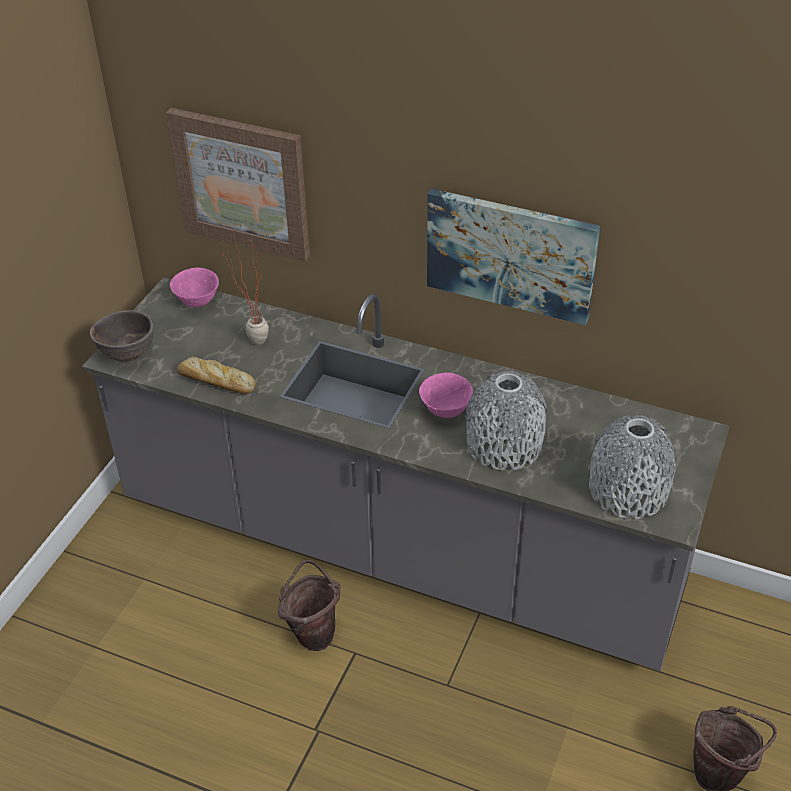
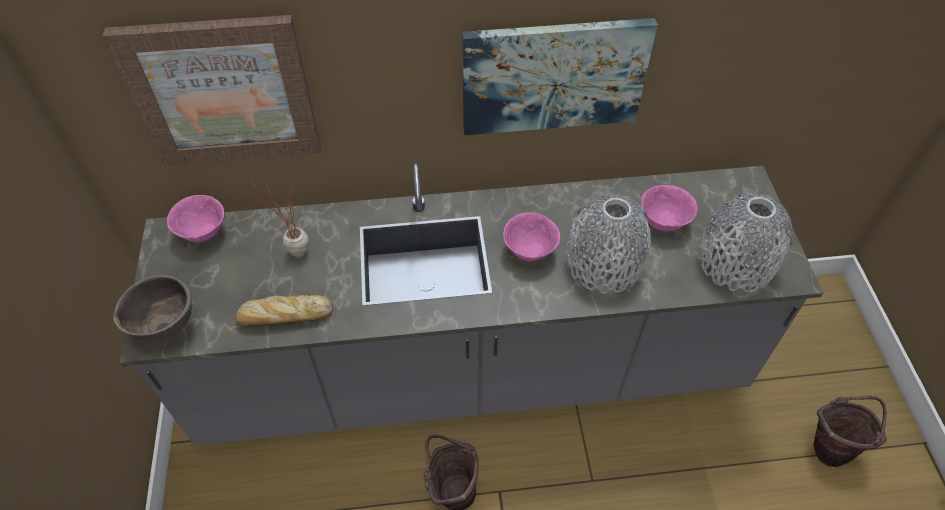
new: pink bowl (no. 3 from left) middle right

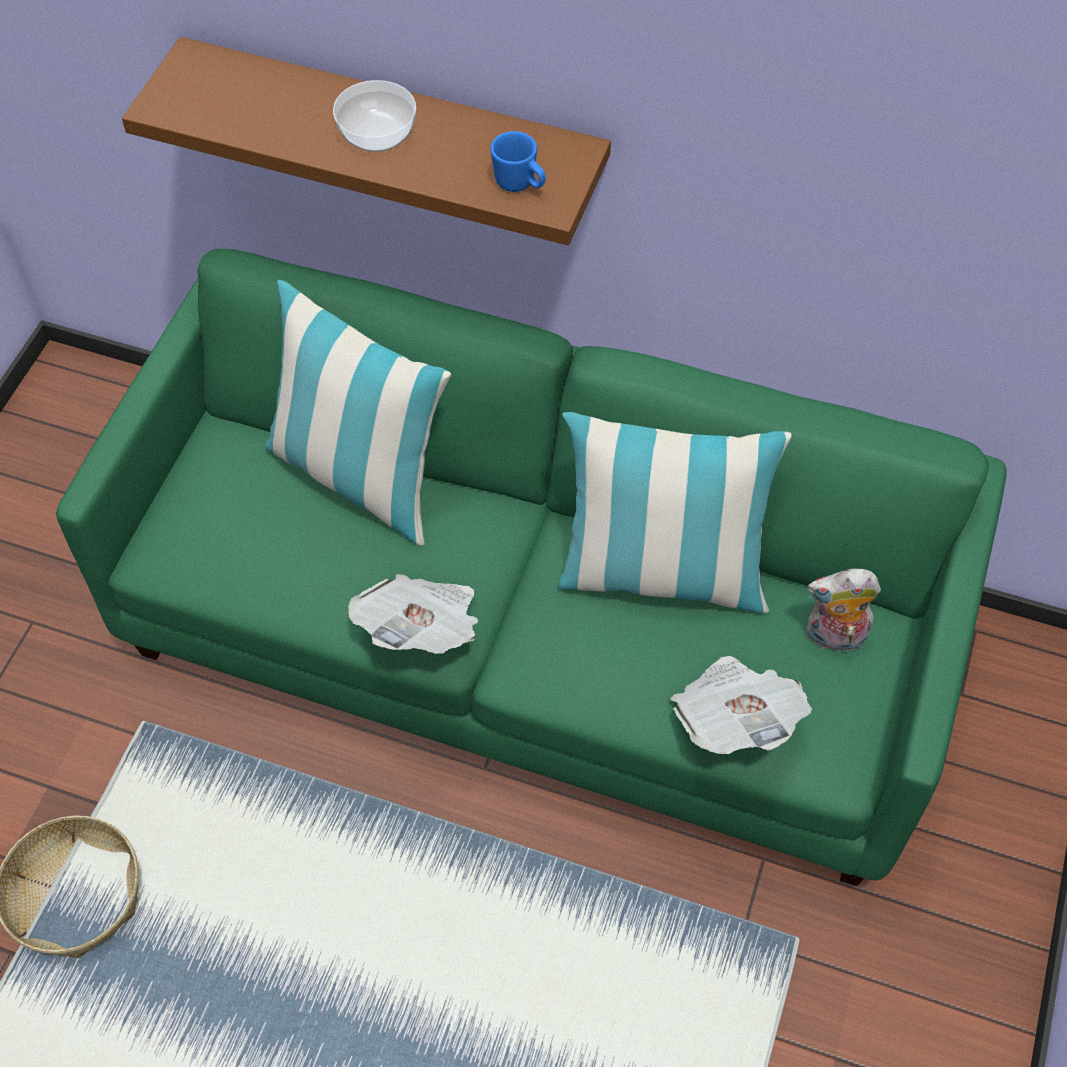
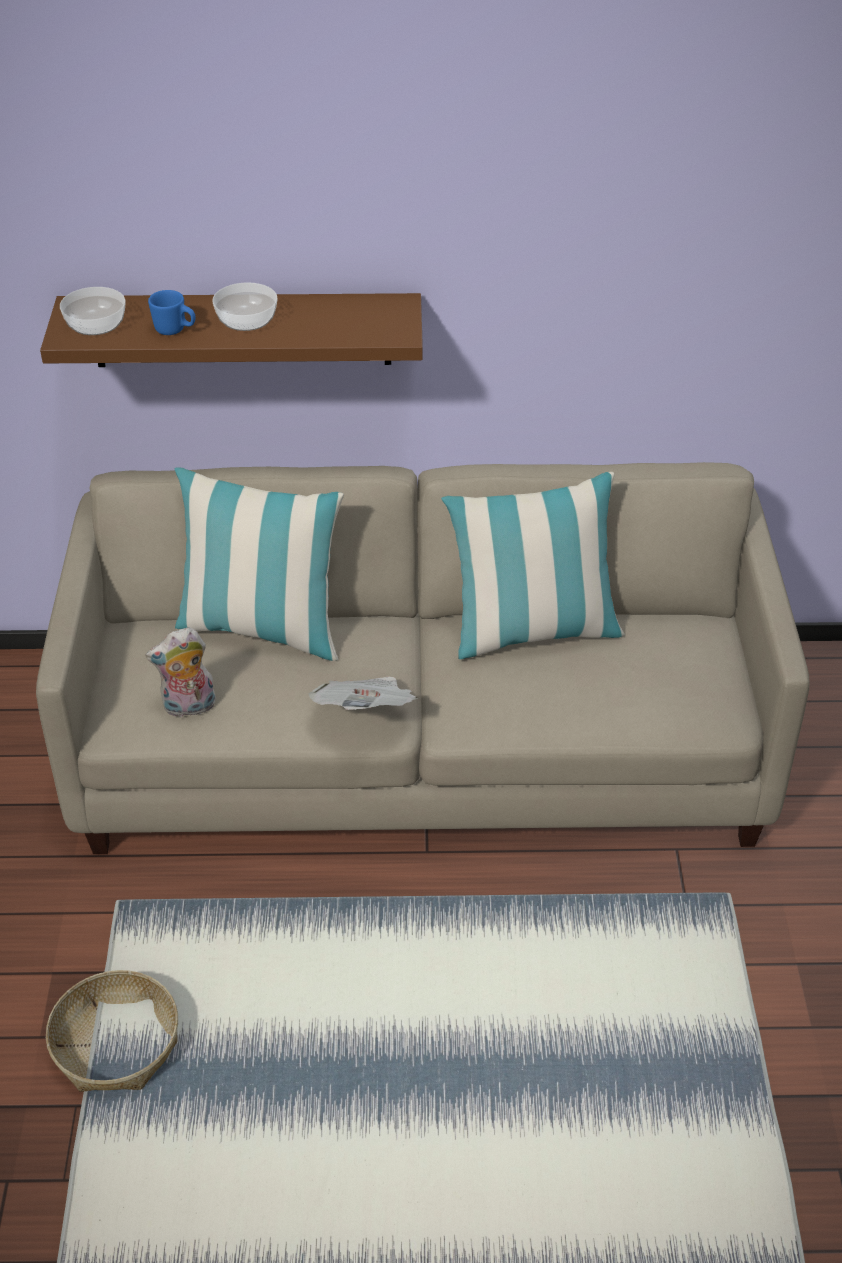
gone: newspaper (no. 2 from left) middle right
new: bowl (no. 1 from left) top left
shifted: blue mug top centre to top left; plush toy middle right to middle left
repainted: green sofa centre to beige sofa centre

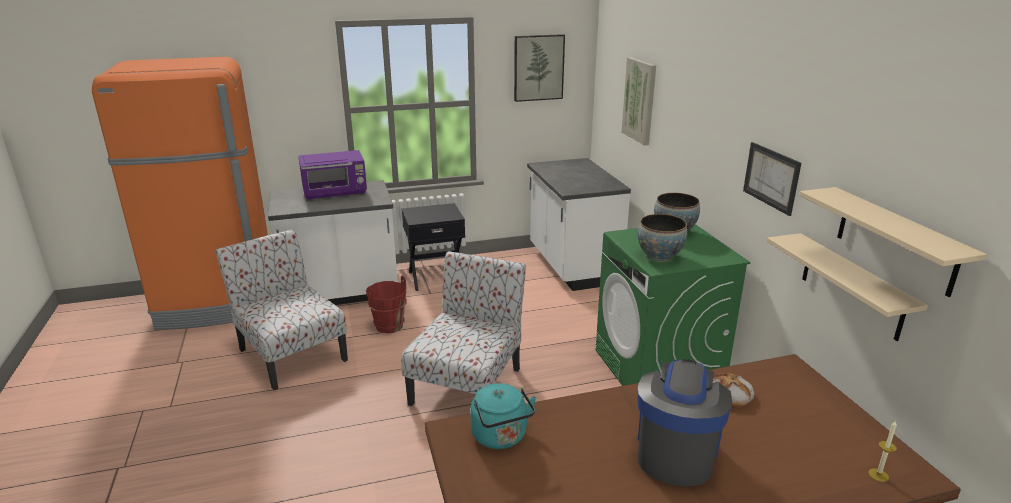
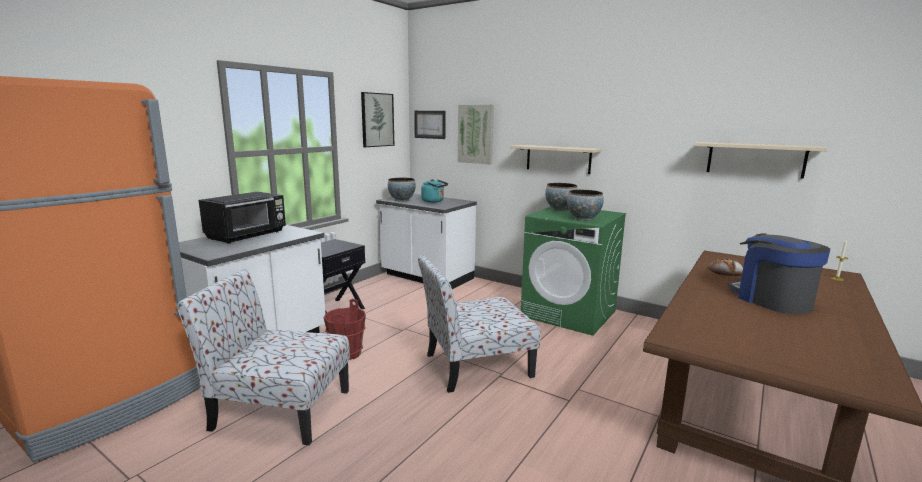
new: bowl (no. 1 from left) centre
shifted: picture (no. 3 from left in the first image) middle right to picture (no. 2 from left) top centre; beige shelf (no. 1 from left) middle right to top centre; turquoise kettle bottom centre to centre
repainted: purple microwave middle left to black microwave middle left
rotated: chair (no. 2 from left) centre = bottom centre 90 degrees counterclockwise

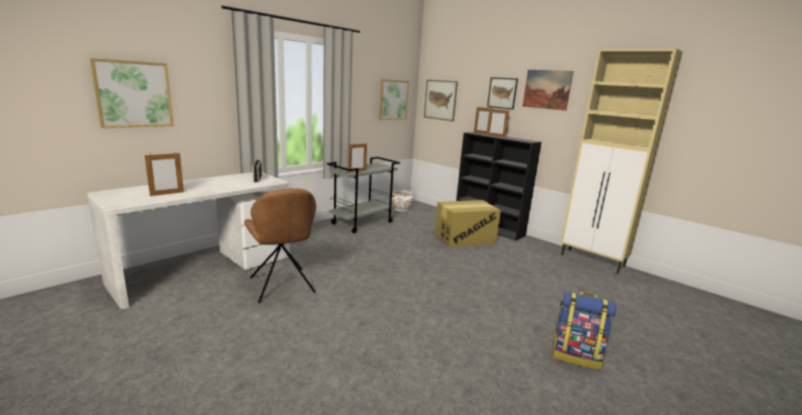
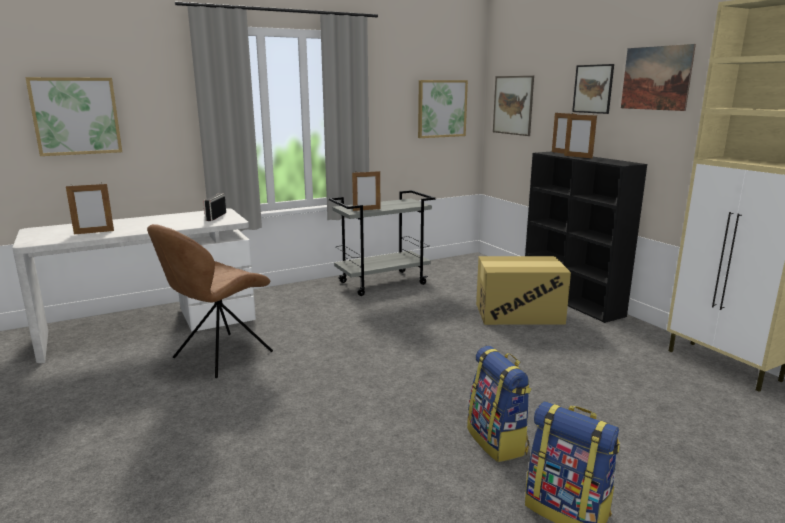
gone: white planter centre
new: backpack (no. 1 from left) bottom centre
rotated: brown chair centre = middle left 45 degrees clockwise

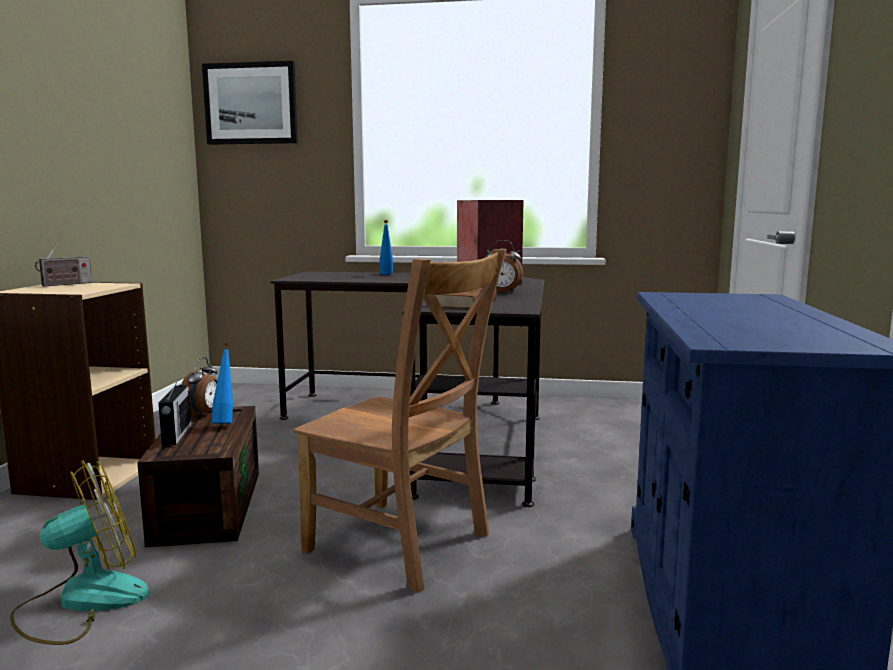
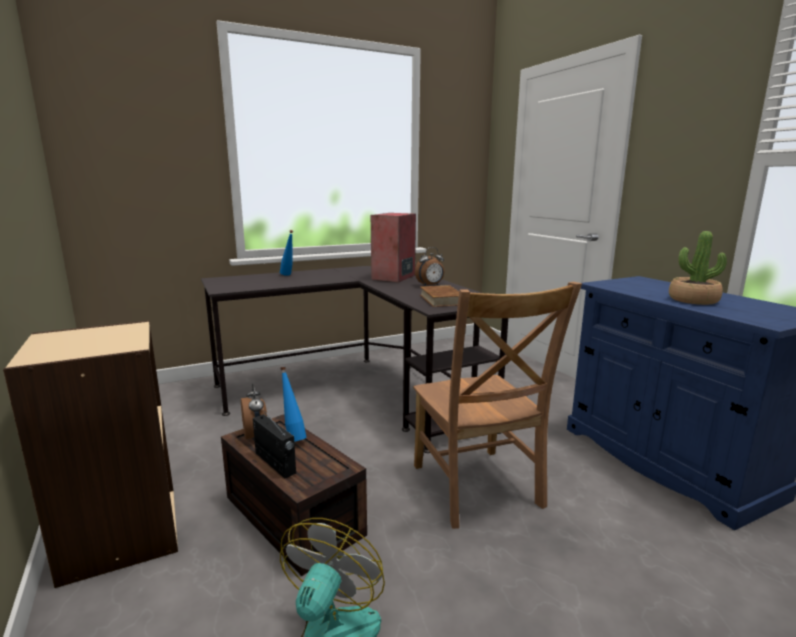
gone: picture top left; radio (no. 1 from left) middle left
new: potted plant middle right
rotated: brown chair centre = centre 75 degrees clockwise

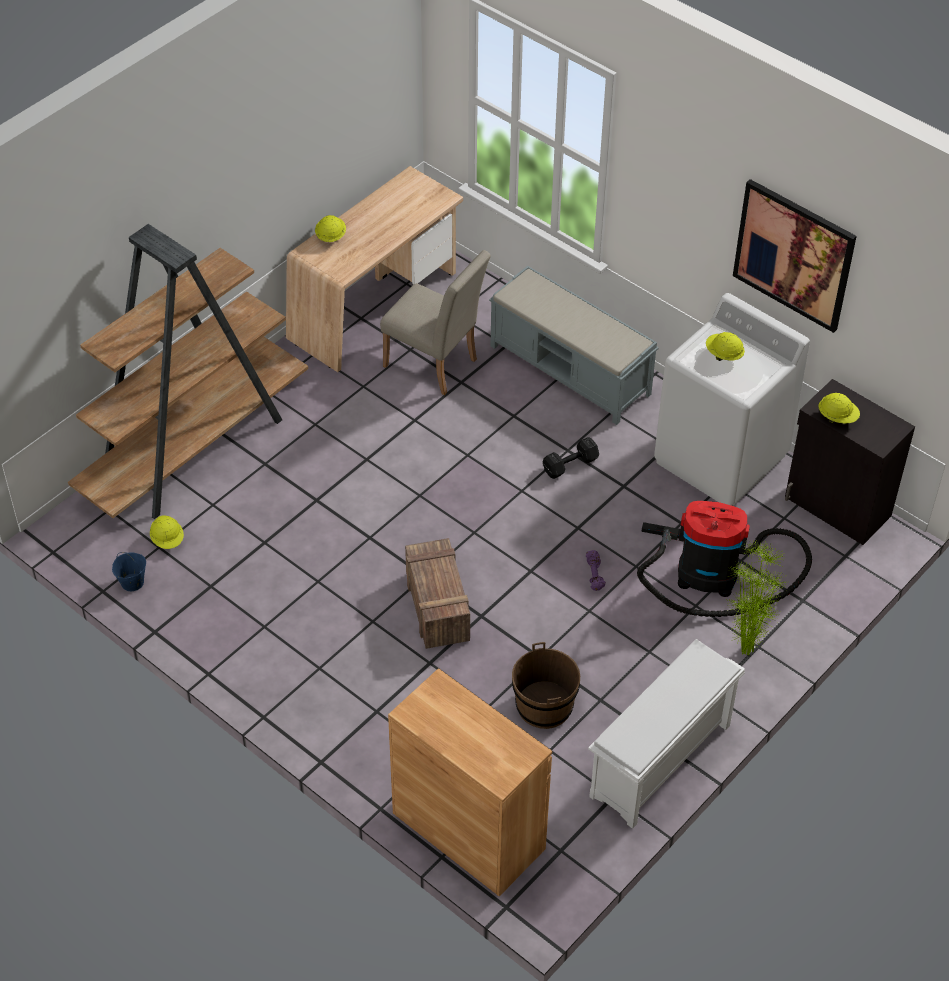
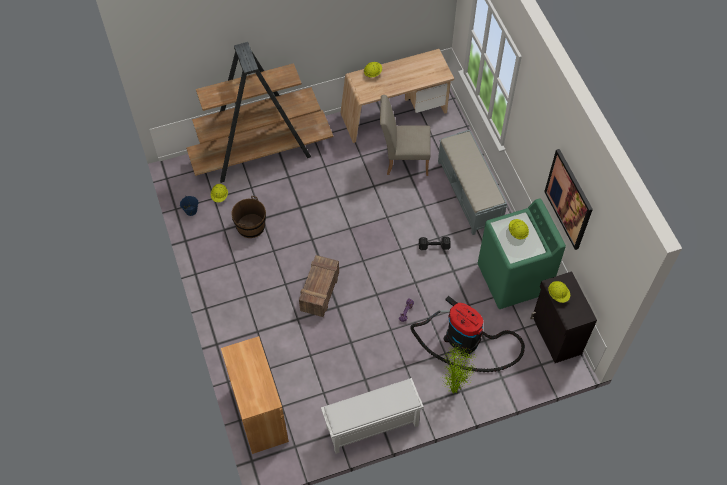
shifted: brown bucket bottom centre to centre
repainted: white washing machine middle right to green washing machine middle right
rotated: beige chair top centre = top centre 120 degrees clockwise

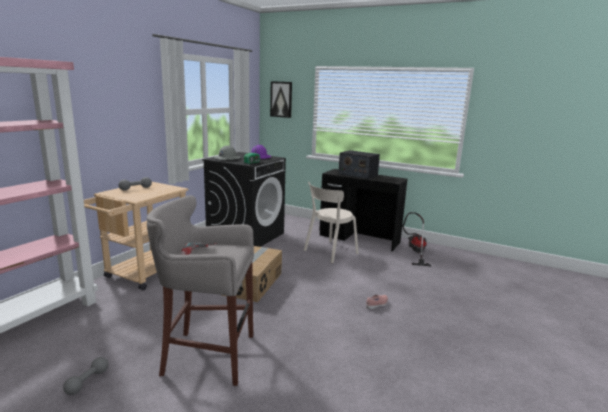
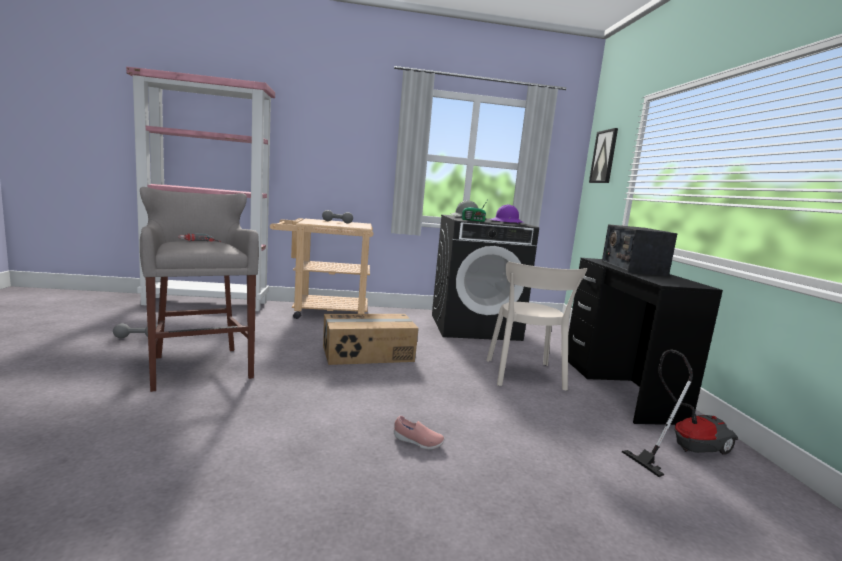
rotated: beige chair centre = centre 105 degrees counterclockwise

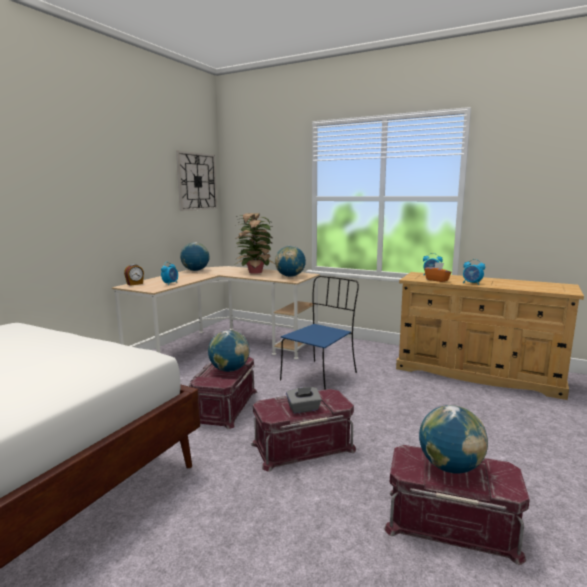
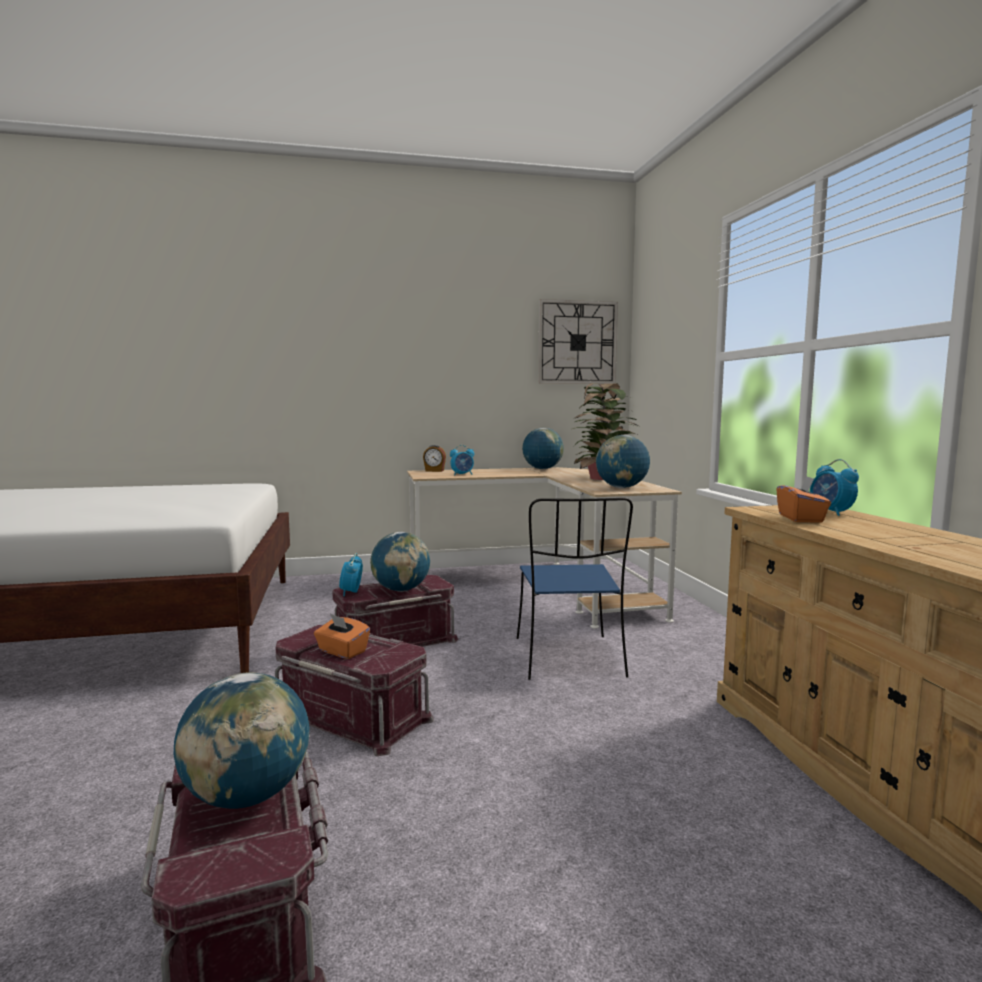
shifted: alarm clock (no. 4 from left in the first image) middle right to alarm clock (no. 1 from left) centre
repainted: grey tissue box bottom centre to orange tissue box (no. 1 from left) centre
rotated: blue chair centre = centre 90 degrees clockwise

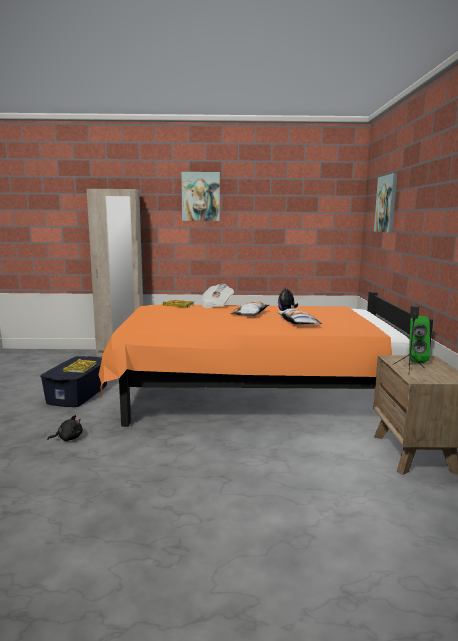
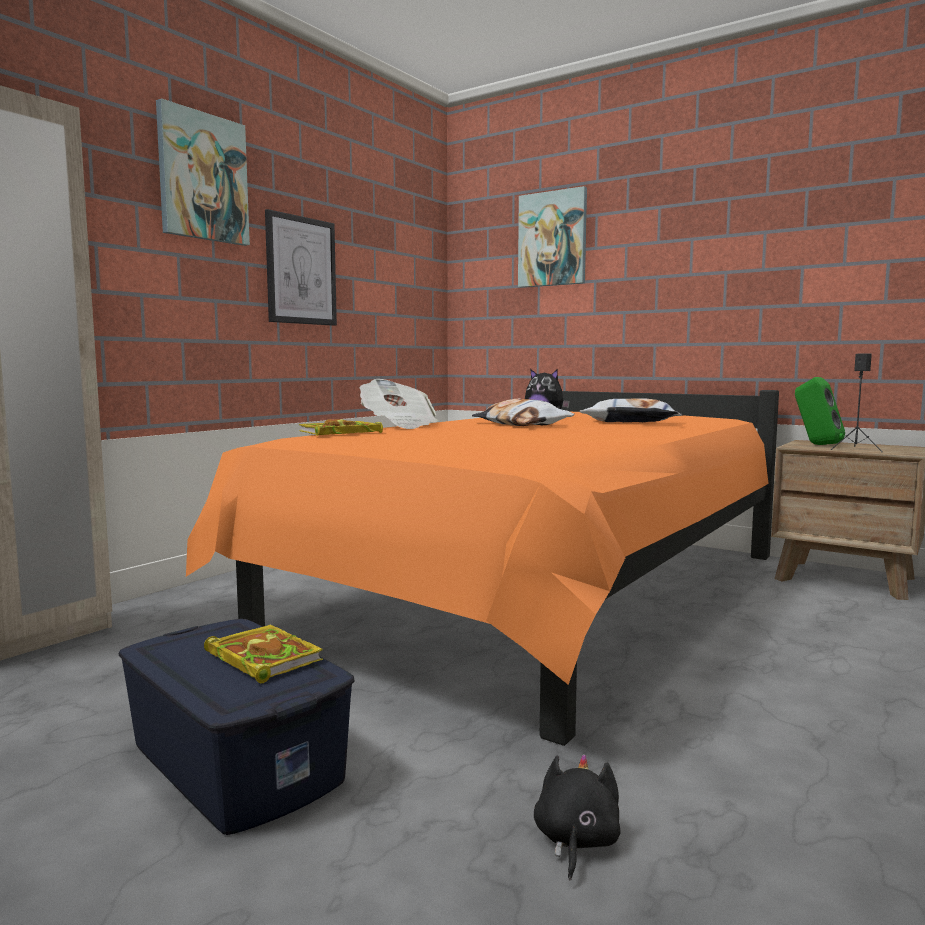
new: picture (no. 2 from left) top left

